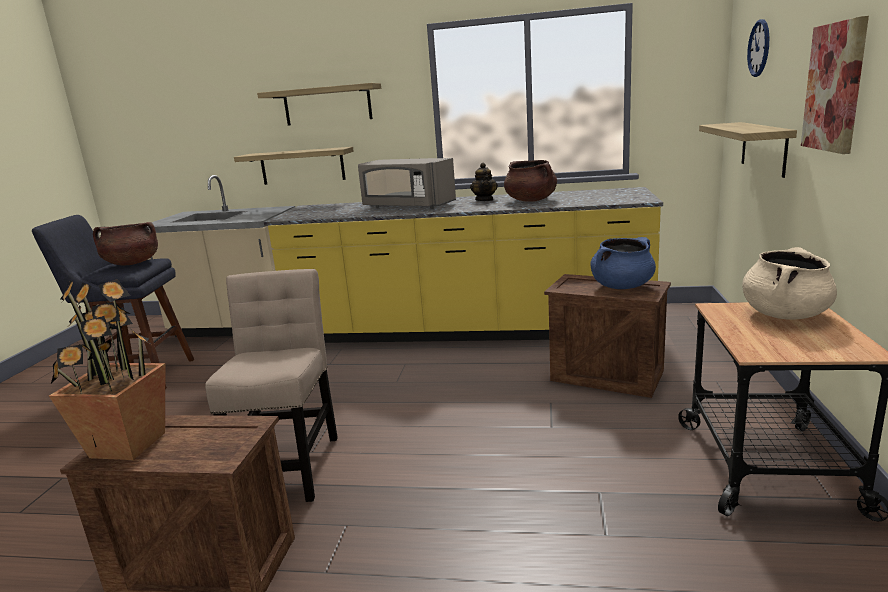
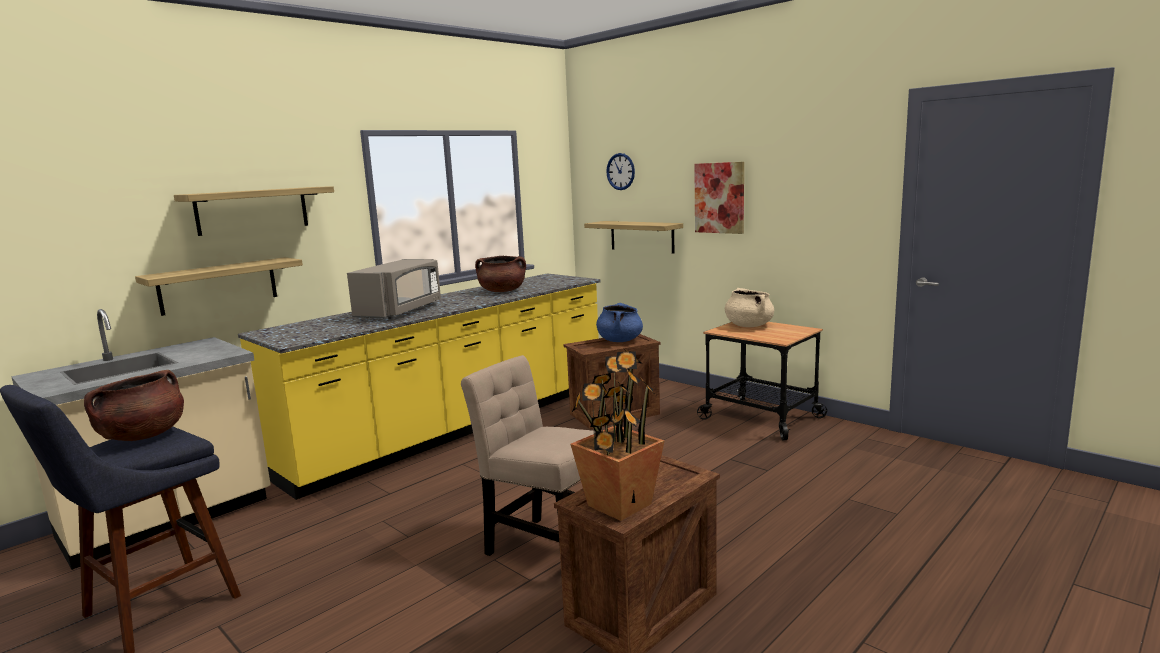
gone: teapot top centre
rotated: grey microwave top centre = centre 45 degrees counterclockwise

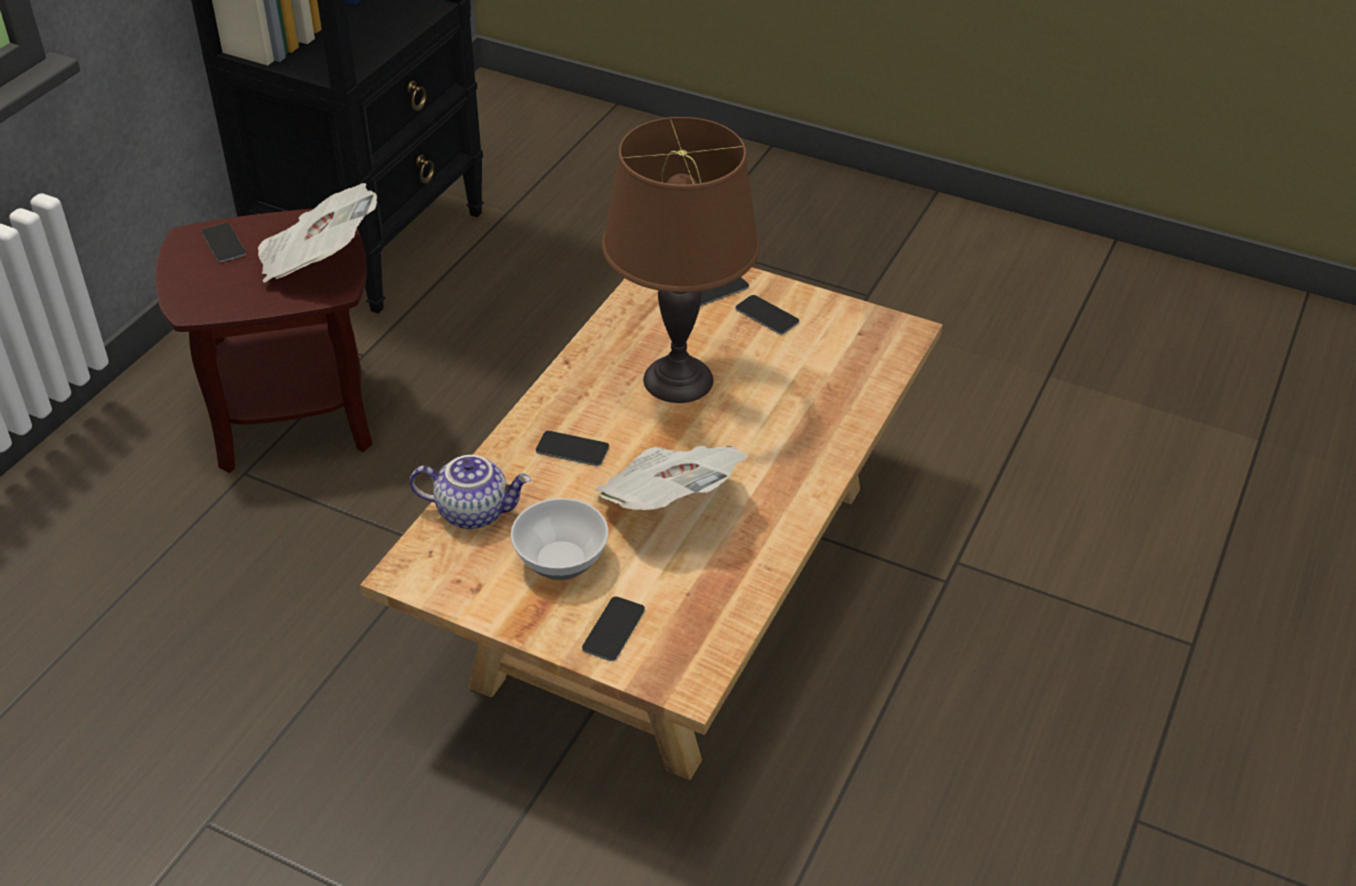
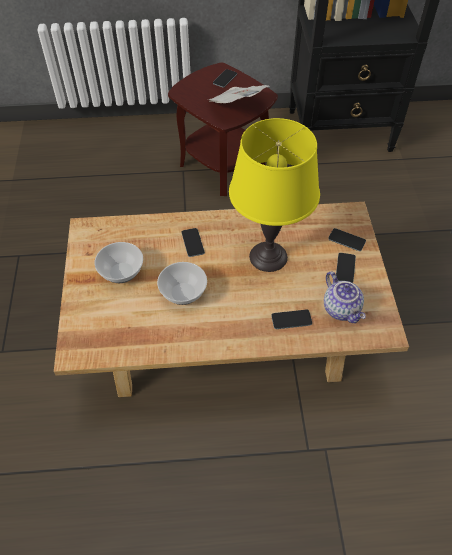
shifted: teapot centre to middle right; phone (no. 3 from left) bottom centre to centre
swapped: newspaper (no. 2 from left) centre to bowl (no. 2 from left) centre
repainted: brown table lamp top centre to yellow table lamp centre

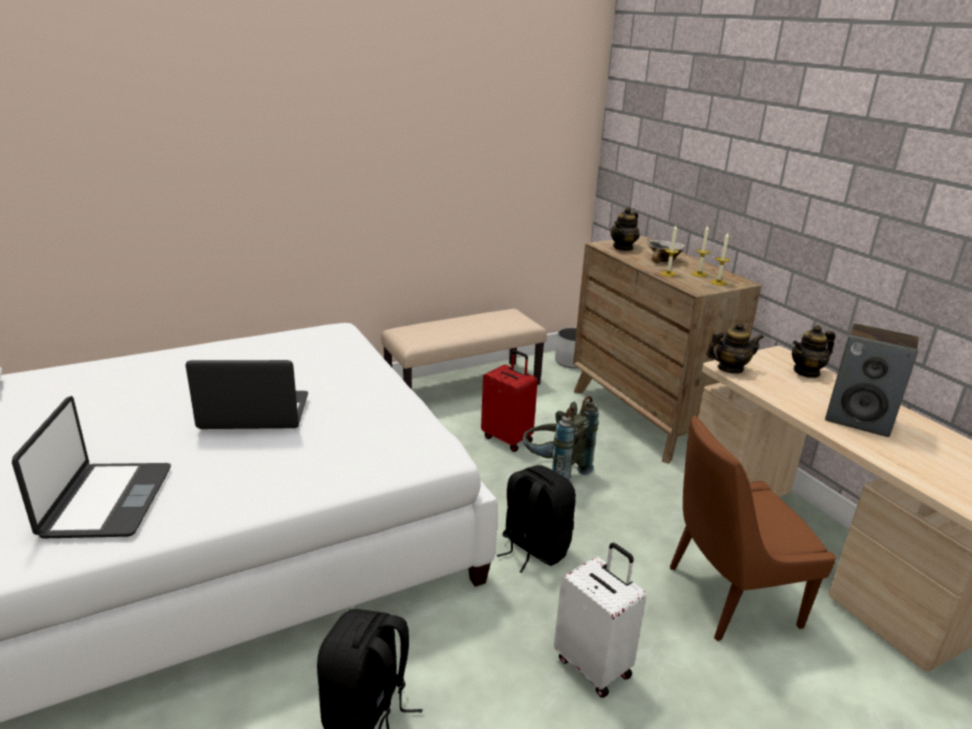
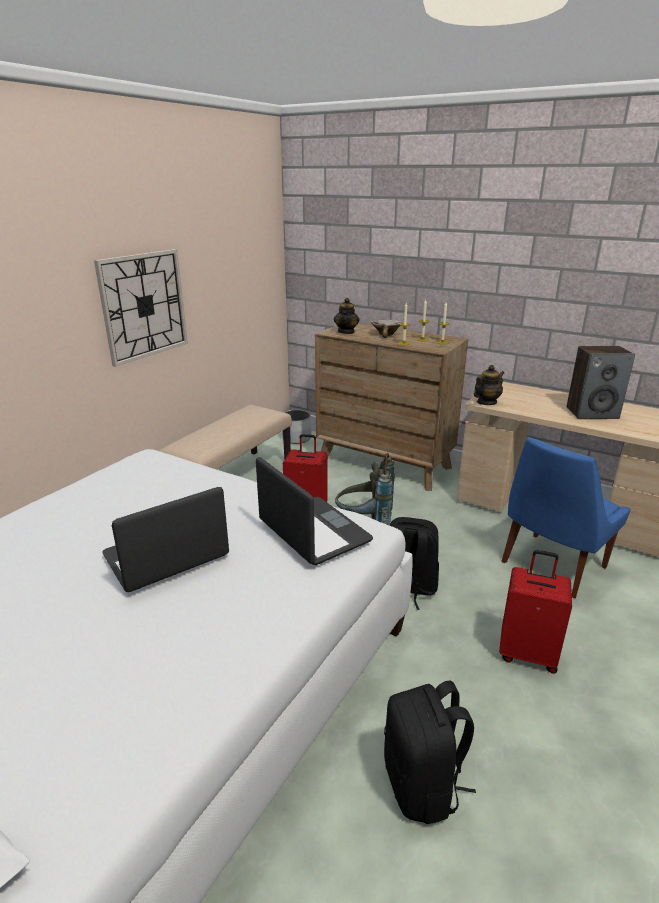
gone: teapot (no. 3 from left) middle right
new: wall clock middle left
shifted: laptop (no. 1 from left in the first image) middle left to laptop (no. 2 from left) centre
repainted: brown chair bottom right to blue chair middle right; white suitcase bottom centre to red suitcase (no. 2 from left) bottom right

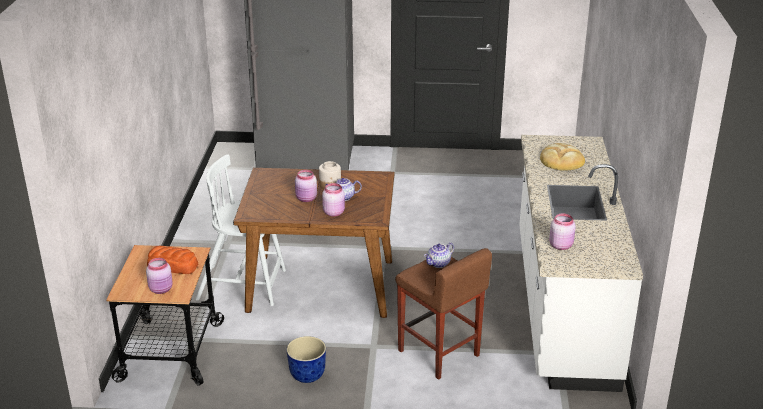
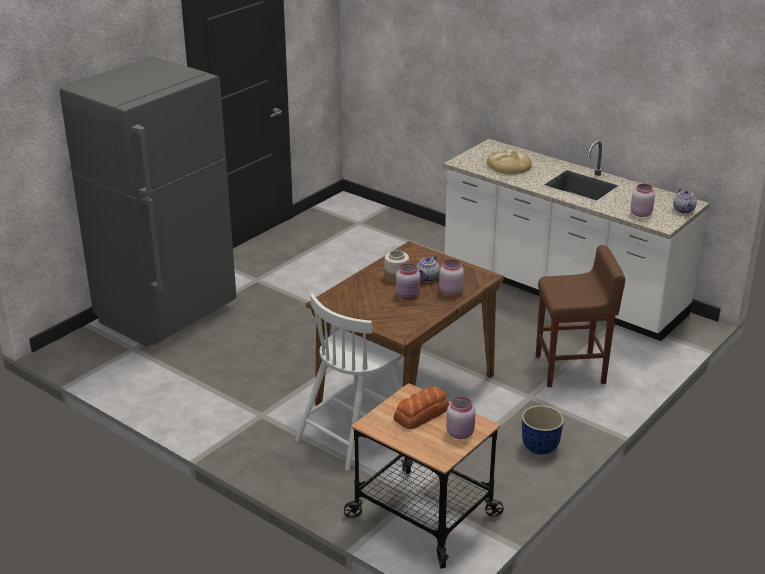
shifted: teapot (no. 2 from left) centre to middle right

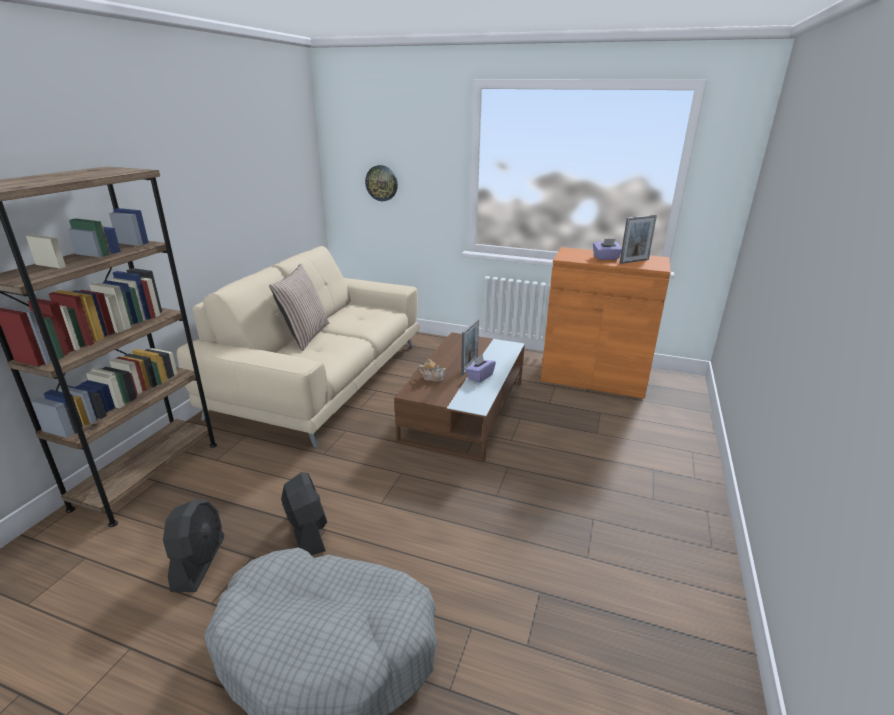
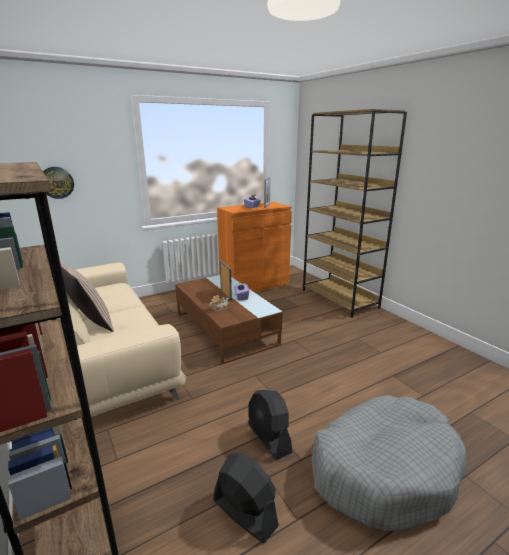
new: brown bookcase (no. 2 from left) middle right
rotated: black fan (no. 2 from left) bottom centre = bottom centre 135 degrees counterclockwise

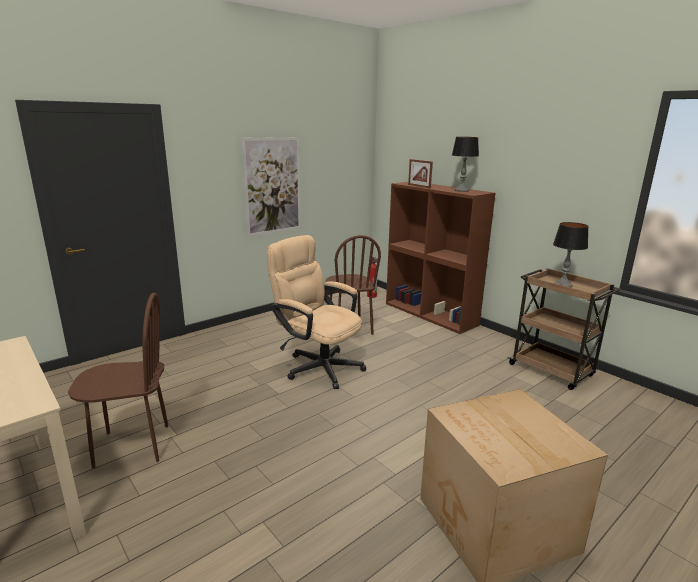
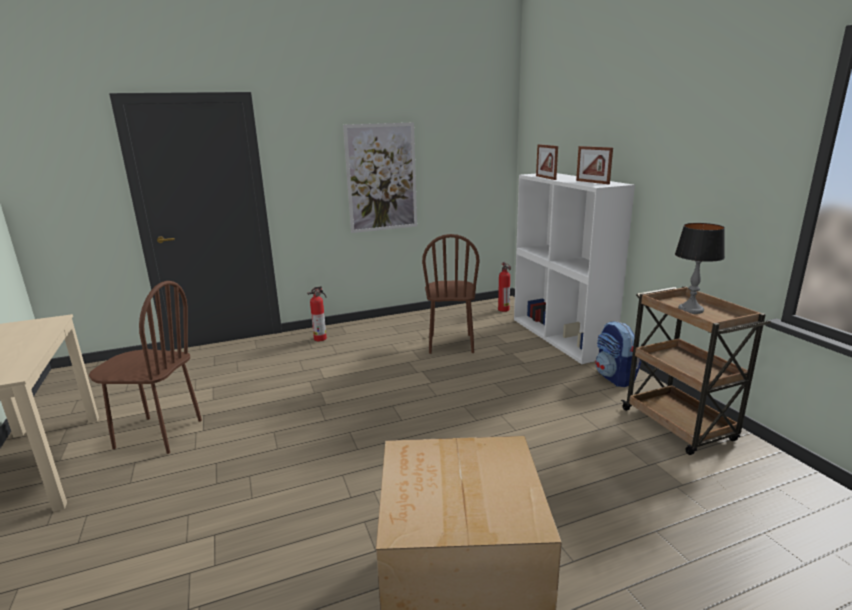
gone: beige office chair centre
new: fire extinguisher (no. 1 from left) centre; backpack middle right
swapped: table lamp (no. 1 from left) top centre to picture frame (no. 2 from left) top right
repainted: brown bookcase centre to white bookcase middle right

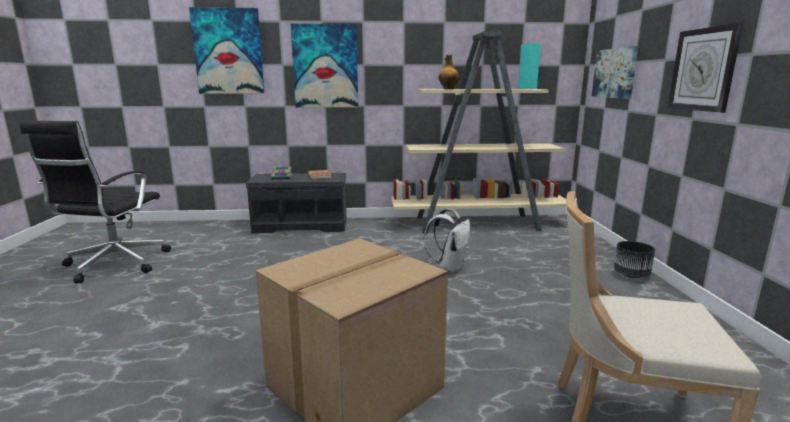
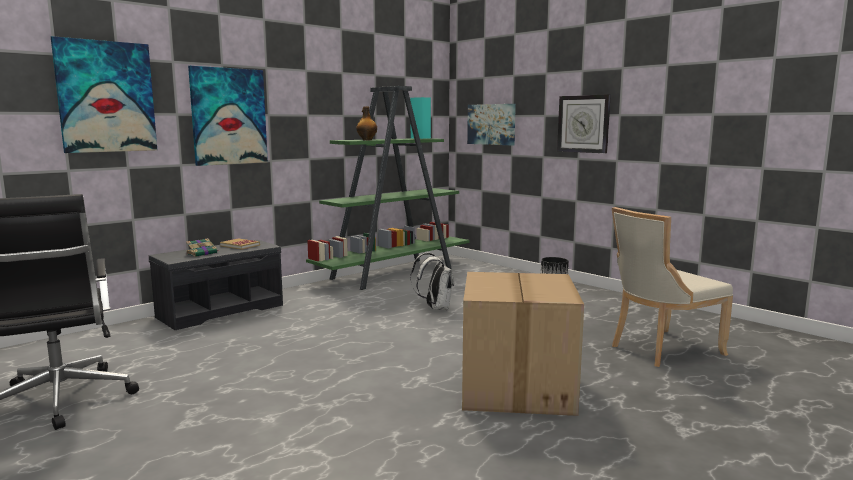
repainted: beige bookcase top centre to green bookcase centre

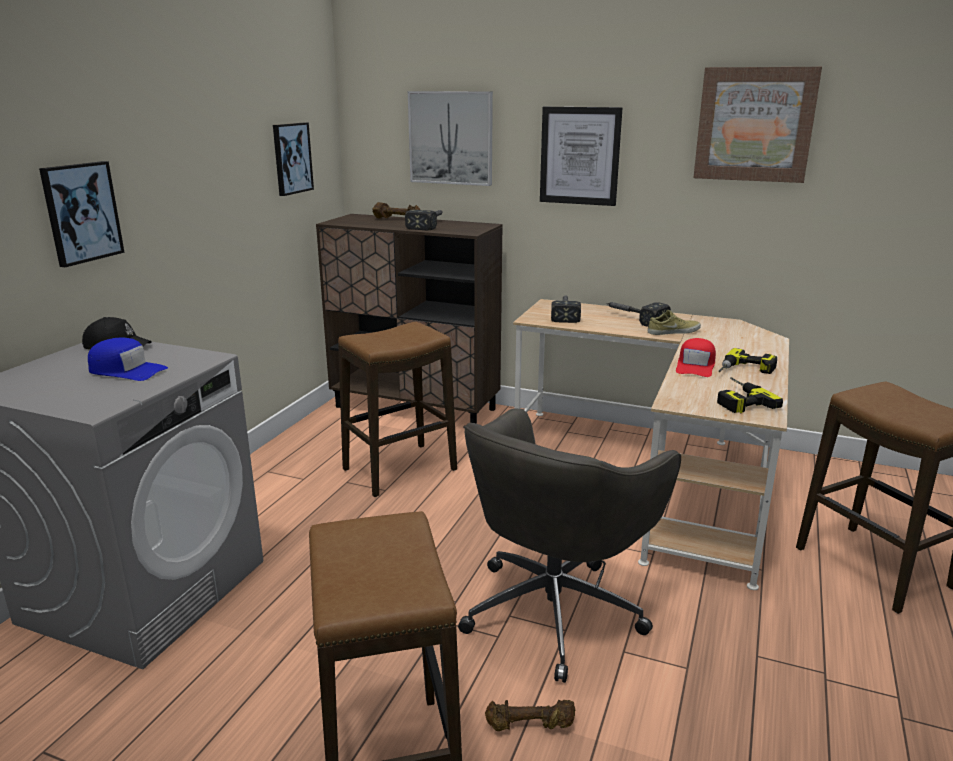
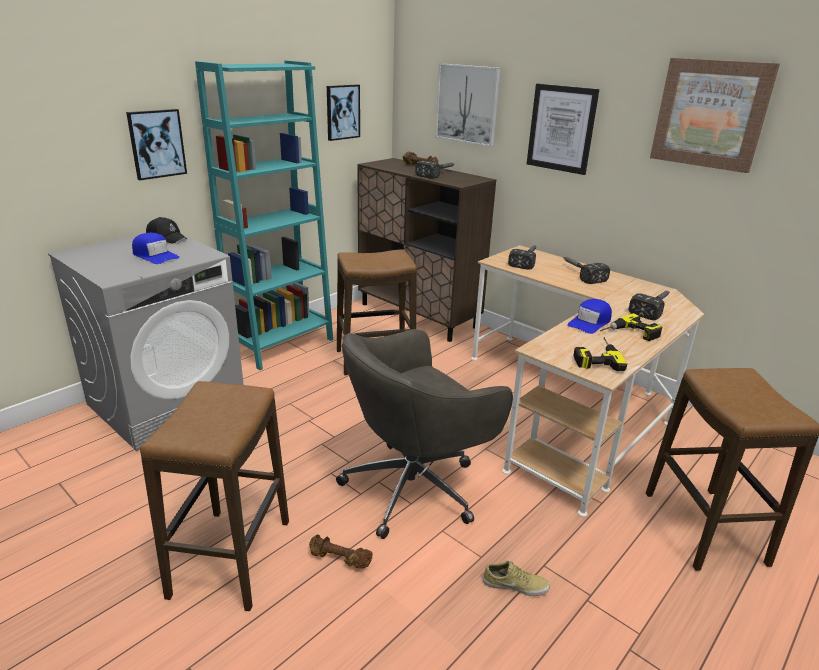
new: turquoise bookcase top left; hammer (no. 4 from left) middle right
shifted: beige shoe middle right to bottom centre
repainted: red cap middle right to blue cap (no. 2 from left) middle right

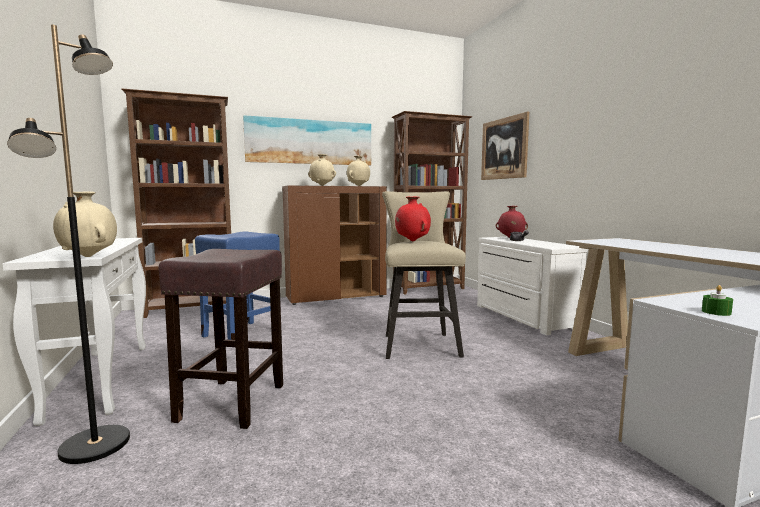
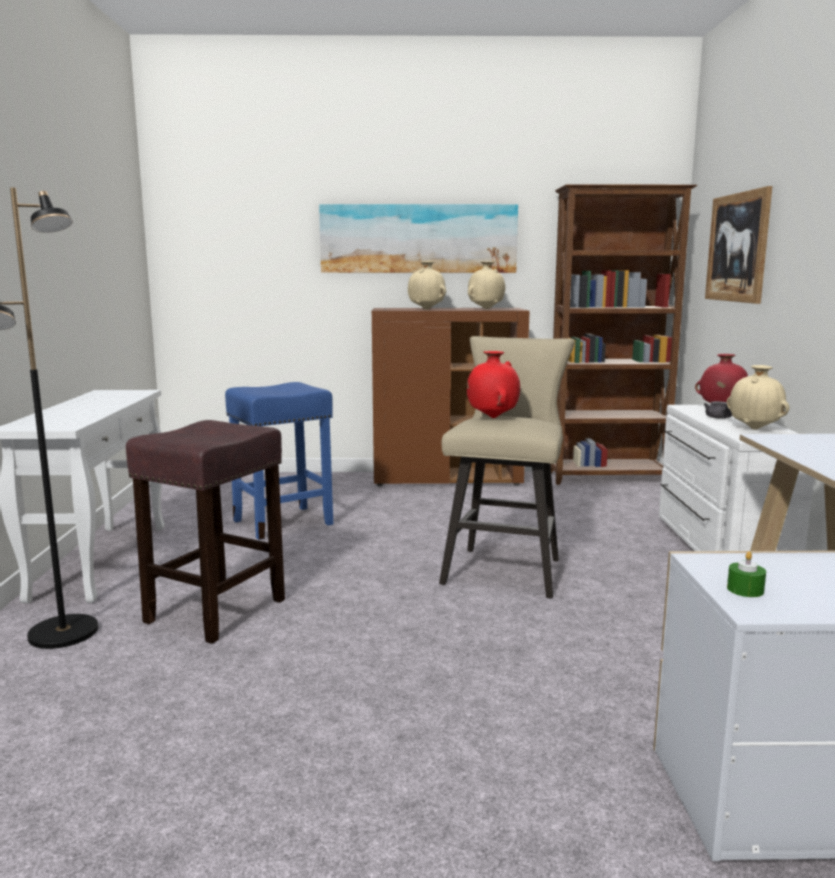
gone: brown bookcase (no. 1 from left) middle left
shifted: beige vase (no. 1 from left in the first image) middle left to beige vase (no. 3 from left) middle right

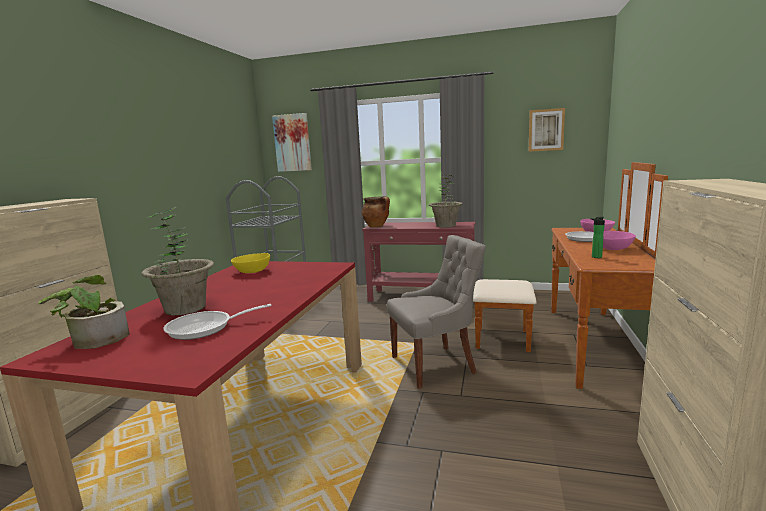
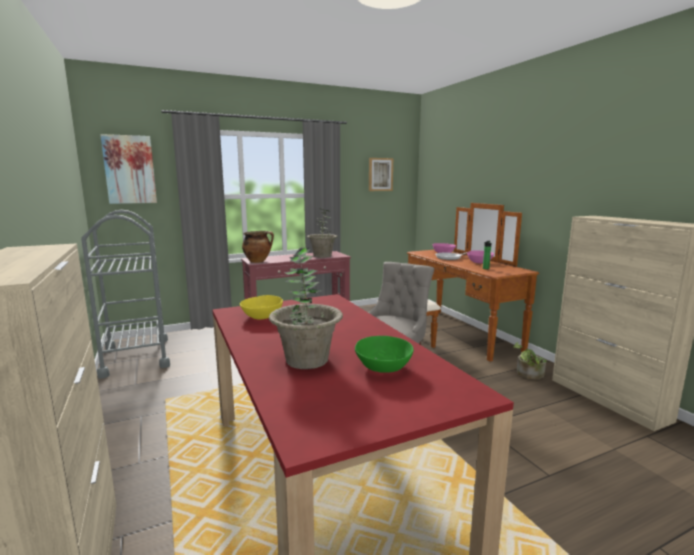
shifted: potted plant (no. 1 from left in the first image) middle left to potted plant (no. 3 from left) middle right
swapped: frying pan (no. 1 from left) middle left to green bowl centre

